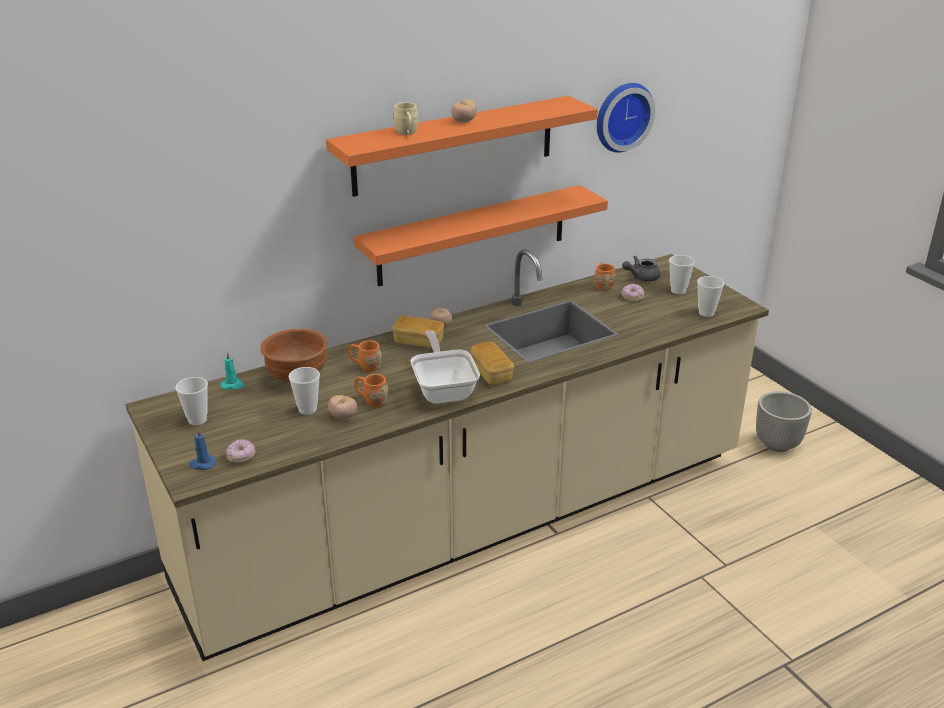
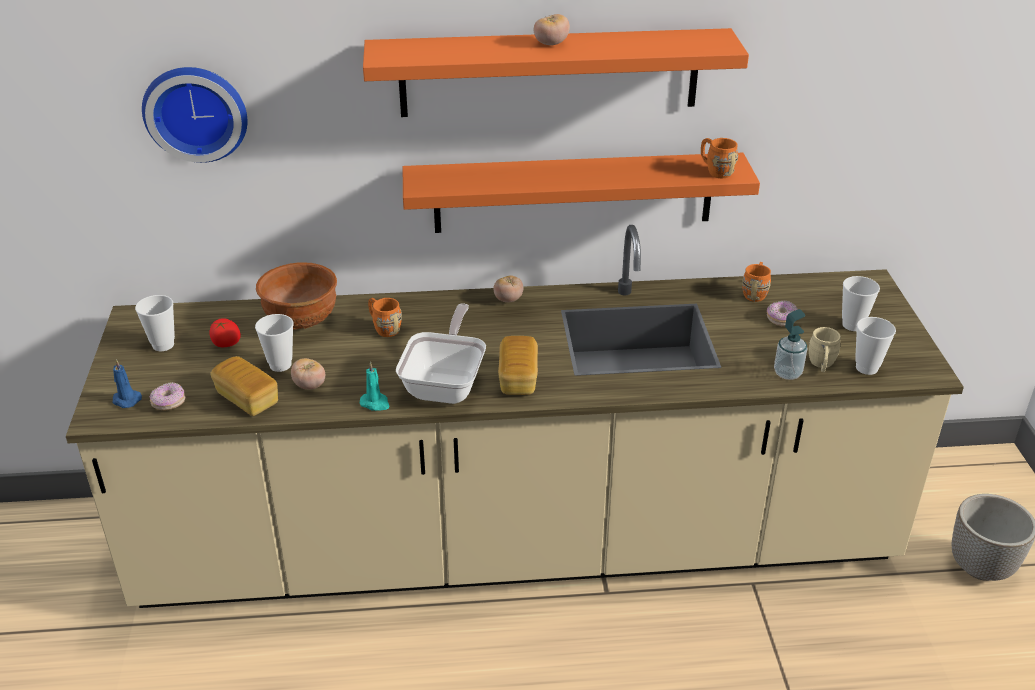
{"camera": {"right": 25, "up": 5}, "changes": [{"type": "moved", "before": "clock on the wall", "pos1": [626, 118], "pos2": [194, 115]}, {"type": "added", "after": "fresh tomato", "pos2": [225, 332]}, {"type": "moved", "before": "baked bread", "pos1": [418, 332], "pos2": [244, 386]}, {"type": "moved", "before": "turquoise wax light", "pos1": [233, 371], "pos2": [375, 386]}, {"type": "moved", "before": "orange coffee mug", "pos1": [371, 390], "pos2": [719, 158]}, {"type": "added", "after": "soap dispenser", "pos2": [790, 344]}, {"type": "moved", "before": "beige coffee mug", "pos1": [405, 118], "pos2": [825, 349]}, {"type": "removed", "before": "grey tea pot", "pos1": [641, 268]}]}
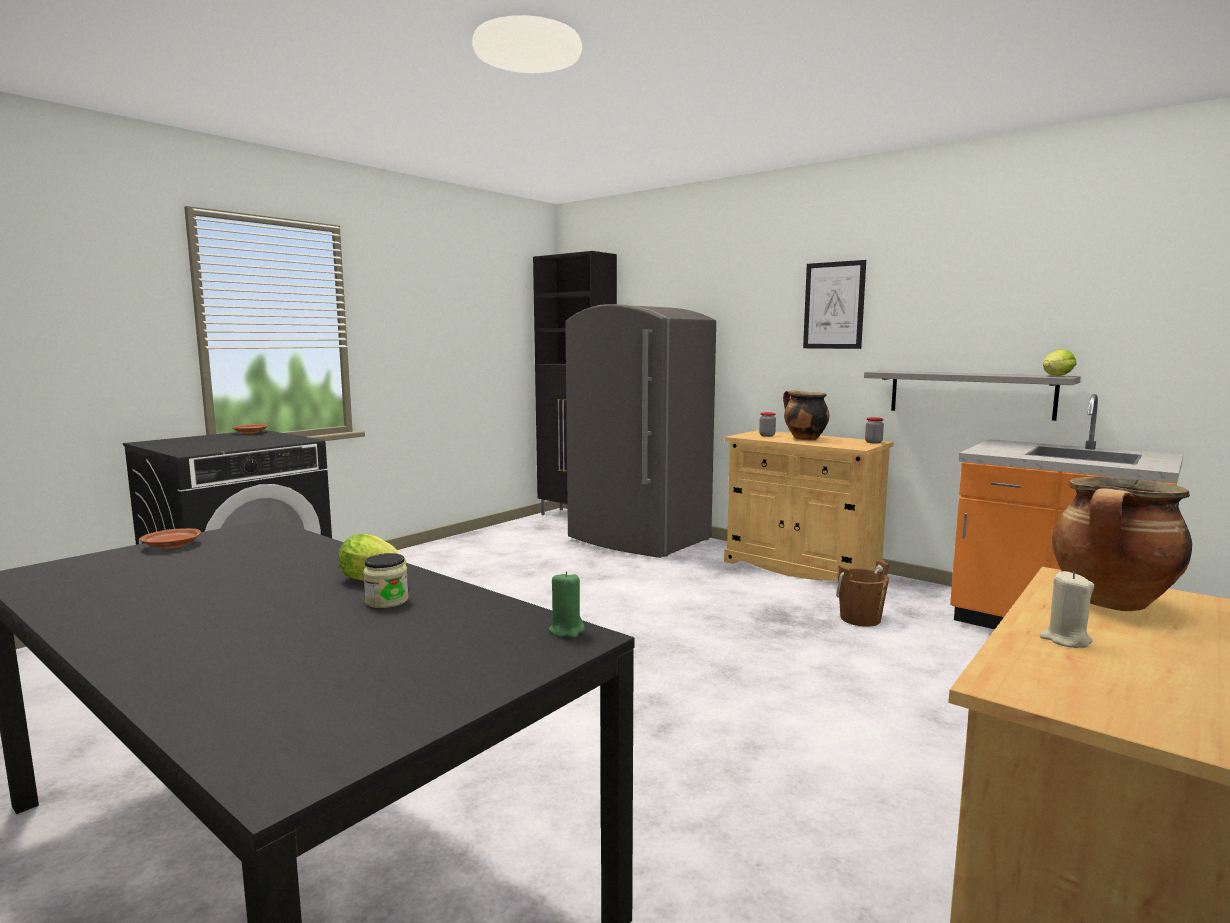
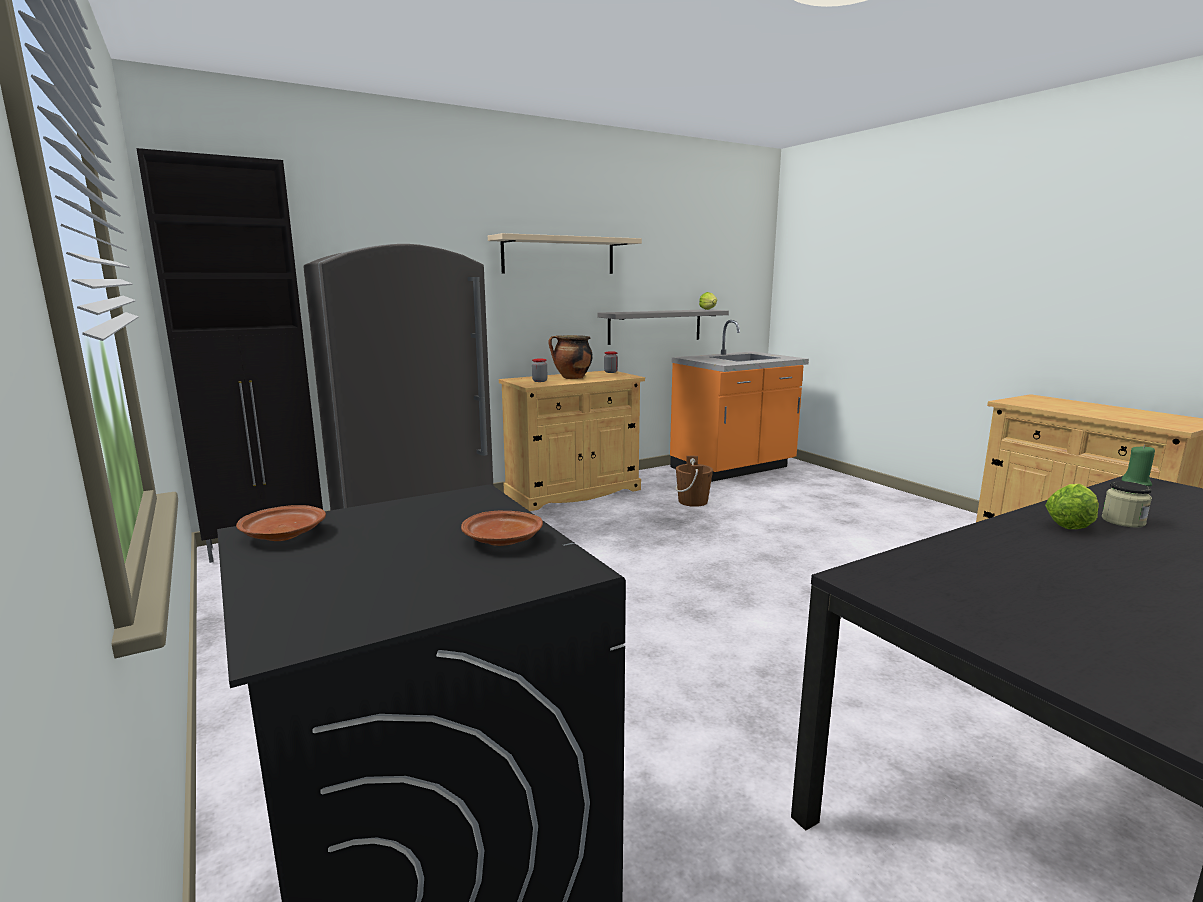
{"camera": {"right": -70, "up": 5}, "changes": [{"type": "moved", "before": "brownish dinner plate", "pos1": [170, 538], "pos2": [502, 528]}, {"type": "replaced", "before": "picture", "after": "beige wall shelf", "pos1": [834, 304], "pos2": [565, 253]}, {"type": "removed", "before": "beige wax light", "pos1": [1067, 609]}, {"type": "removed", "before": "saucepot", "pos1": [1122, 544]}]}
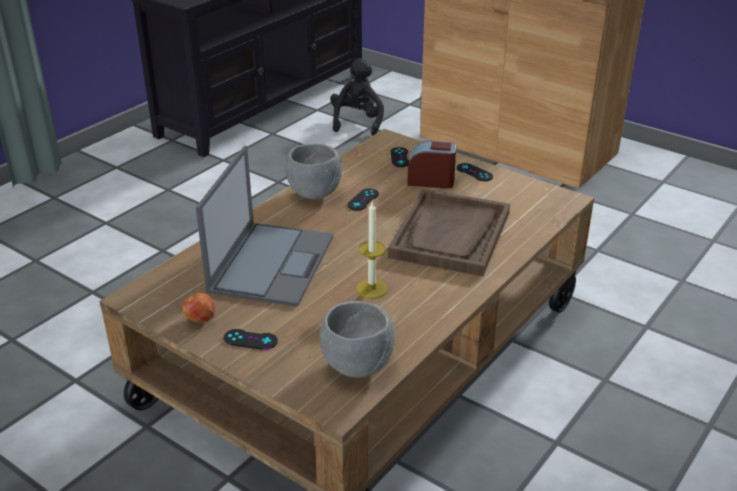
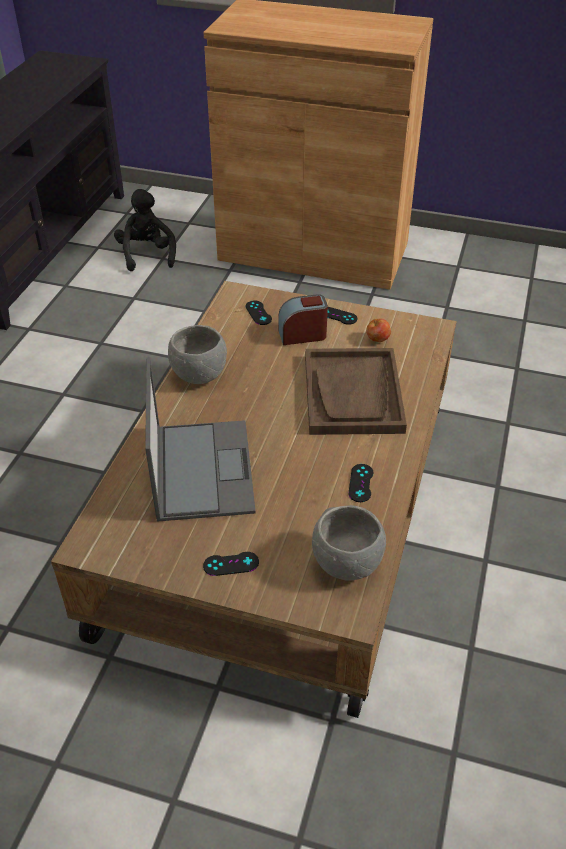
{"camera": {"right": -20, "up": 10}, "changes": [{"type": "moved", "before": "black gamepad", "pos1": [363, 199], "pos2": [361, 483]}, {"type": "moved", "before": "apple fruit", "pos1": [198, 307], "pos2": [378, 330]}, {"type": "removed", "before": "wax light", "pos1": [372, 250]}]}
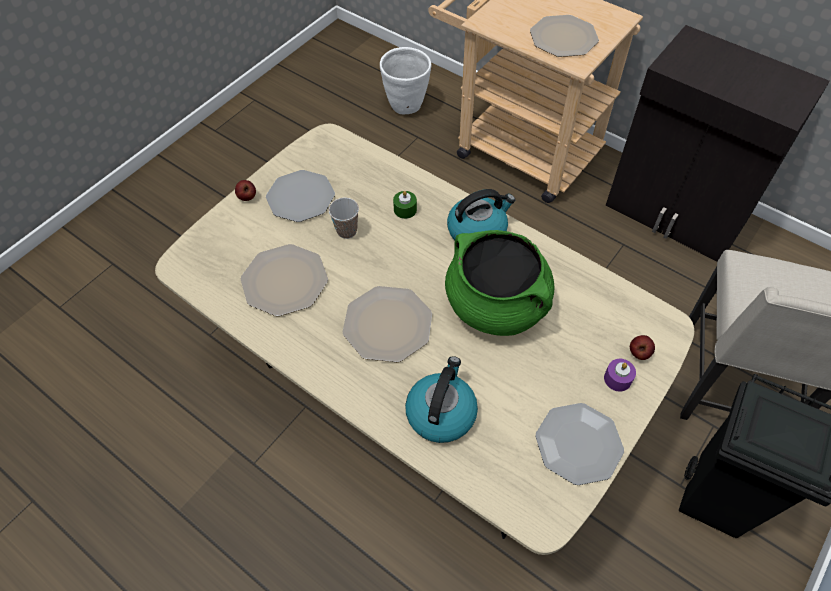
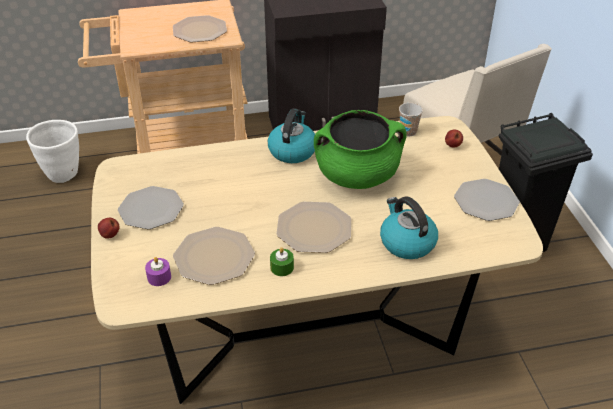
{"camera": {"right": -50, "up": -15}, "changes": [{"type": "moved", "before": "purplish wax light", "pos1": [620, 375], "pos2": [158, 271]}, {"type": "moved", "before": "green-coloured wax light", "pos1": [405, 205], "pos2": [282, 261]}, {"type": "moved", "before": "drinking cup", "pos1": [344, 218], "pos2": [411, 119]}]}
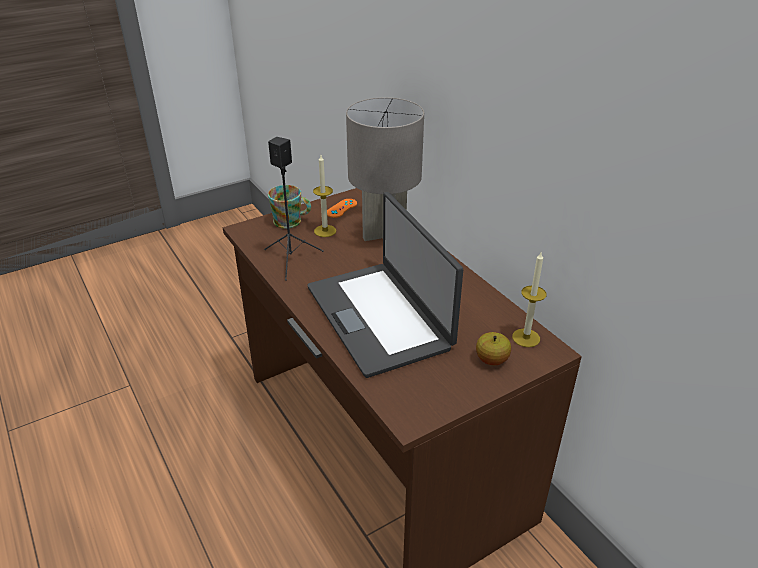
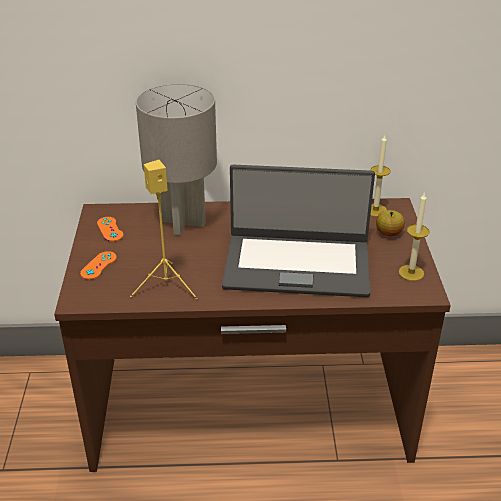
{"camera": {"right": -60, "up": 0}, "changes": [{"type": "replaced", "before": "coffee mug", "after": "orange gamepad", "pos1": [289, 207], "pos2": [98, 265]}, {"type": "recoloured", "before": "black speaker", "after": "yellow-coloured speaker", "pos1": [294, 209], "pos2": [164, 230]}, {"type": "moved", "before": "wax light", "pos1": [324, 196], "pos2": [414, 236]}]}
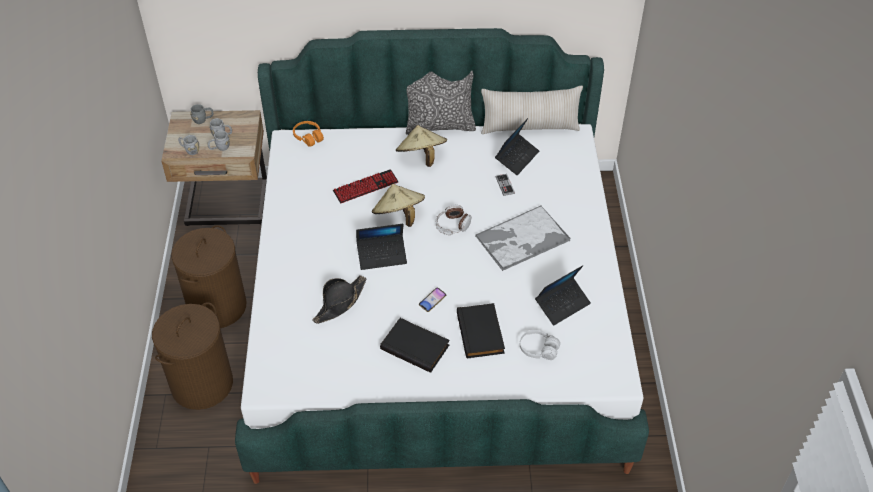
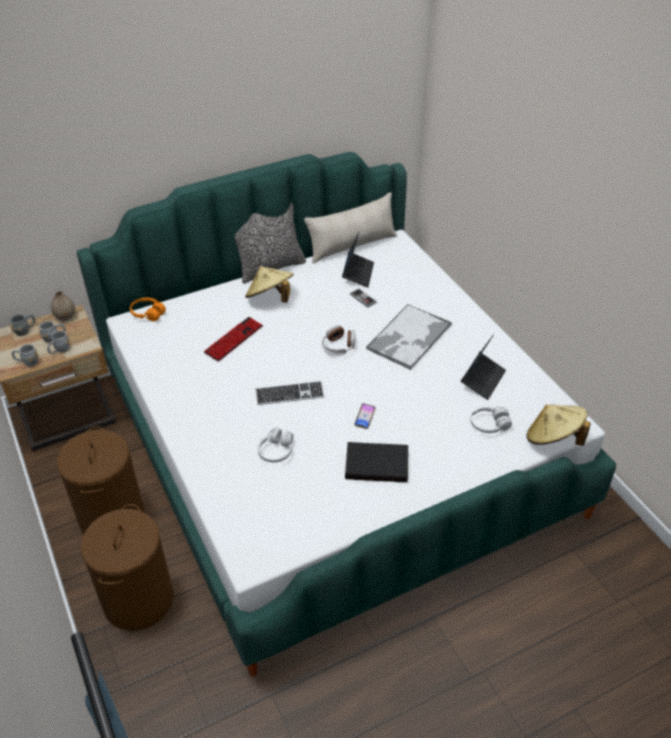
{"camera": {"right": -25, "up": -5}, "changes": [{"type": "added", "after": "flower vase", "pos2": [63, 306]}, {"type": "replaced", "before": "portable computer", "after": "computer keyboard", "pos1": [381, 247], "pos2": [290, 393]}, {"type": "replaced", "before": "black hat", "after": "whitish headset", "pos1": [339, 299], "pos2": [275, 445]}, {"type": "moved", "before": "beige hat", "pos1": [398, 205], "pos2": [559, 425]}, {"type": "removed", "before": "black volume", "pos1": [481, 331]}]}
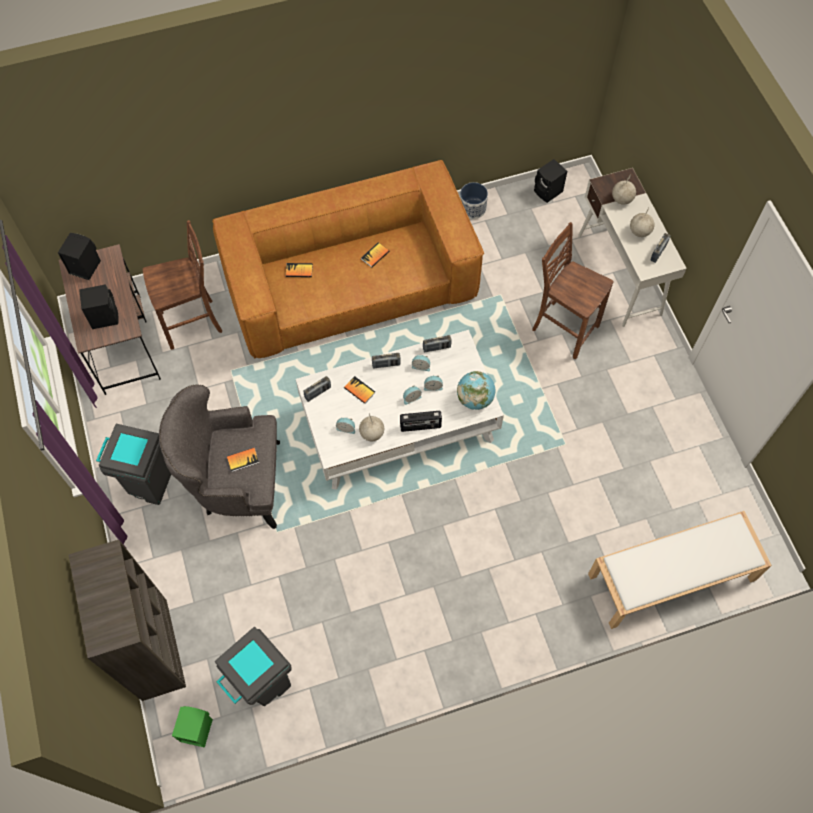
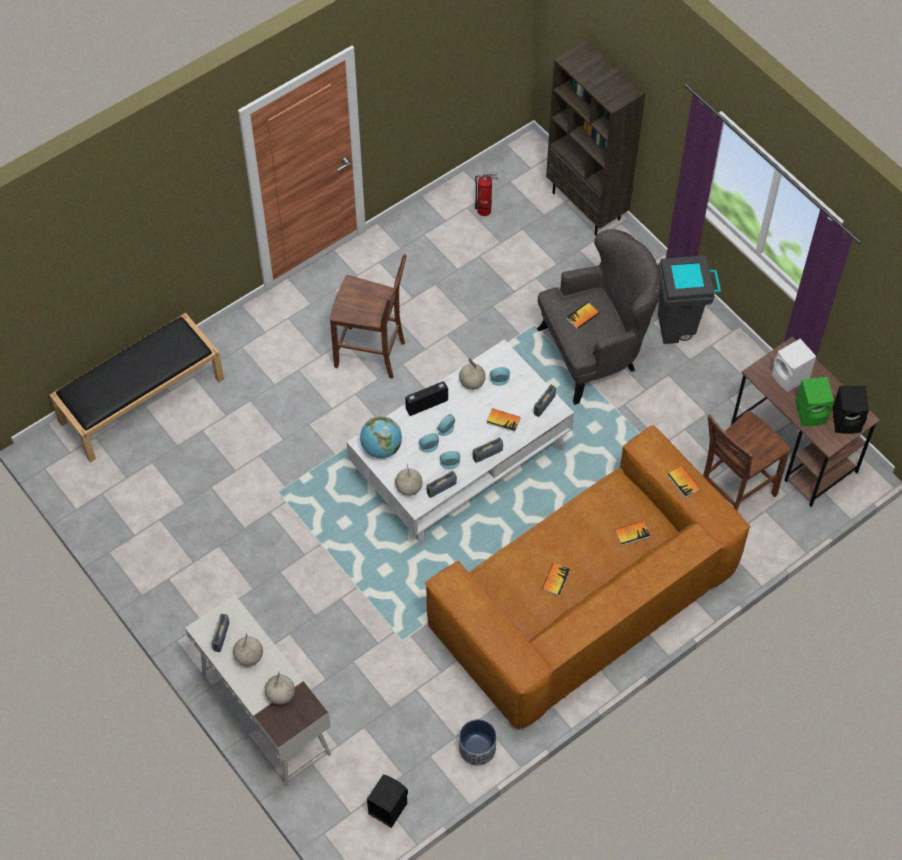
{"camera": {"right": 160, "up": -5}, "changes": [{"type": "recoloured", "before": "whitish indoor bench", "after": "black indoor bench", "pos1": [680, 570], "pos2": [137, 388]}, {"type": "moved", "before": "brownish chair", "pos1": [573, 290], "pos2": [368, 316]}, {"type": "added", "after": "world globe", "pos2": [408, 480]}, {"type": "replaced", "before": "grey trash can", "after": "fire-fighting cylinder", "pos1": [253, 666], "pos2": [487, 194]}, {"type": "added", "after": "volume", "pos2": [683, 482]}, {"type": "recoloured", "before": "black speaker", "after": "whitish speaker", "pos1": [99, 306], "pos2": [794, 365]}, {"type": "moved", "before": "green-coloured speaker", "pos1": [192, 727], "pos2": [814, 401]}]}
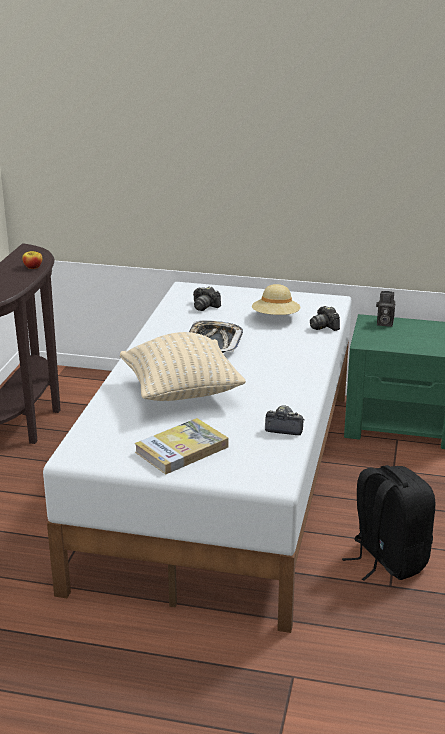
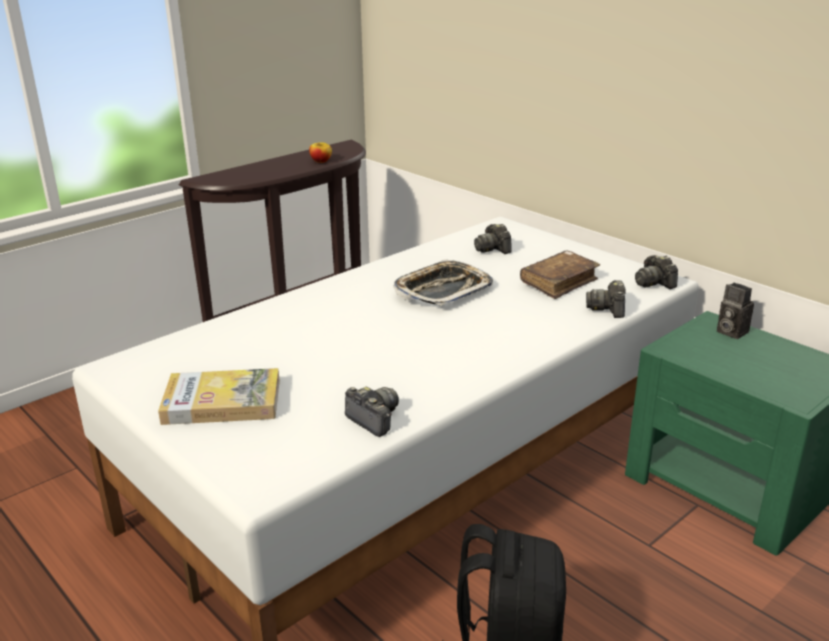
{"camera": {"right": 35, "up": 0}, "changes": [{"type": "replaced", "before": "beige hat", "after": "brownish volume", "pos1": [276, 299], "pos2": [560, 275]}, {"type": "added", "after": "photo camera", "pos2": [656, 272]}, {"type": "removed", "before": "beige pillow", "pos1": [183, 366]}]}
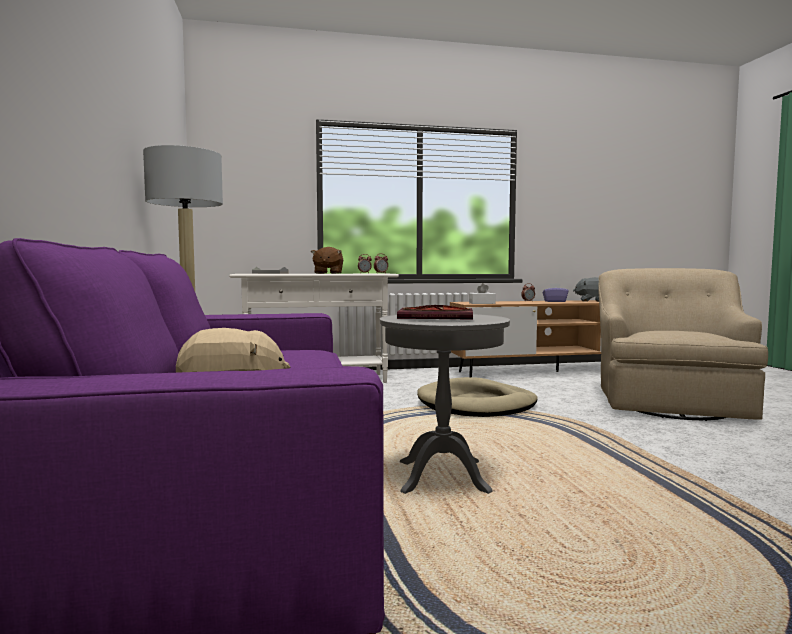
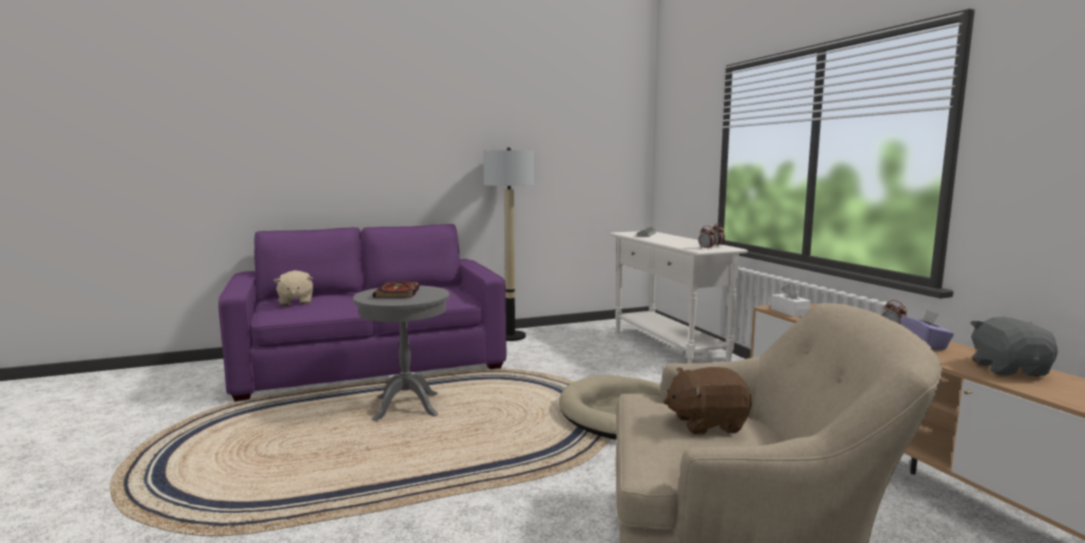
{"camera": {"right": 80, "up": 5}, "changes": [{"type": "moved", "before": "brownish soft toy", "pos1": [327, 260], "pos2": [707, 401]}]}
